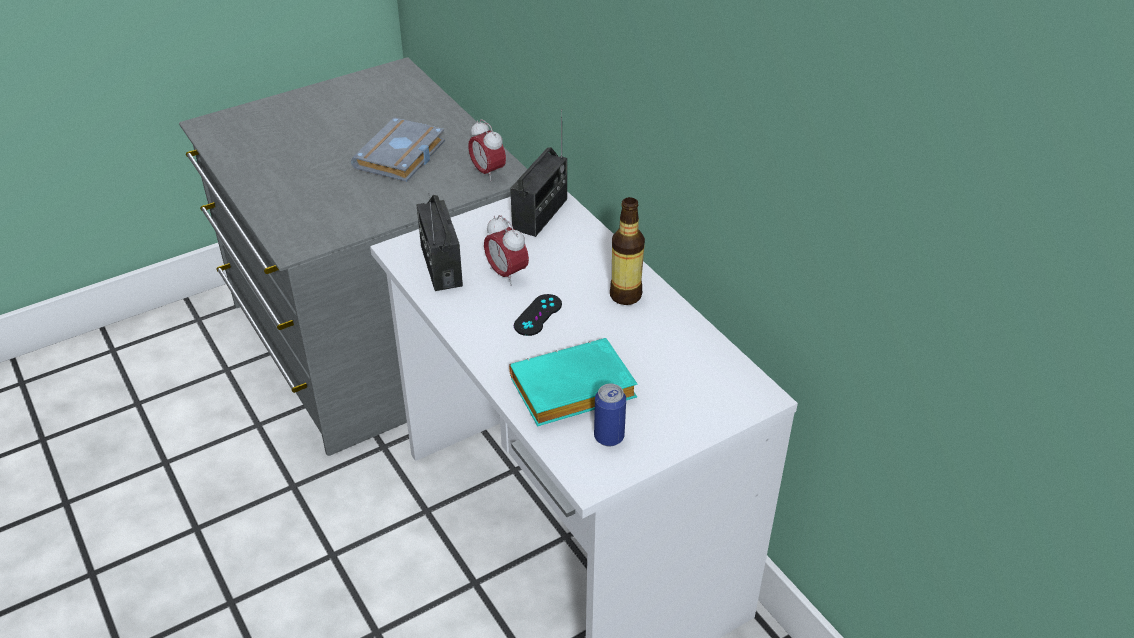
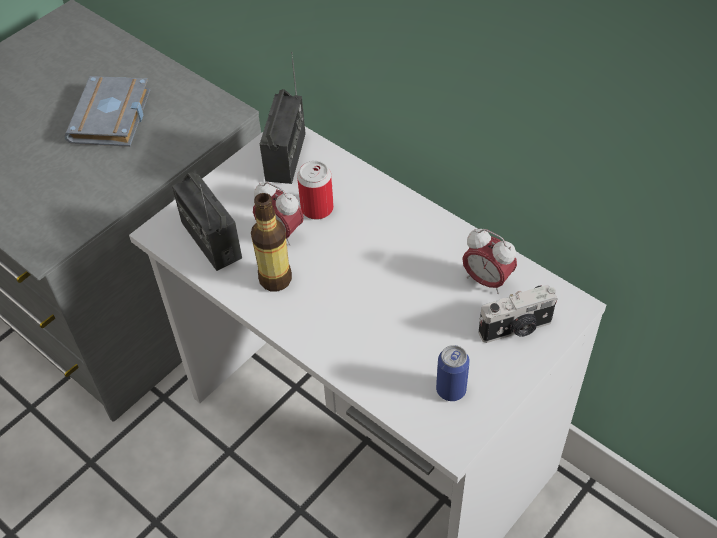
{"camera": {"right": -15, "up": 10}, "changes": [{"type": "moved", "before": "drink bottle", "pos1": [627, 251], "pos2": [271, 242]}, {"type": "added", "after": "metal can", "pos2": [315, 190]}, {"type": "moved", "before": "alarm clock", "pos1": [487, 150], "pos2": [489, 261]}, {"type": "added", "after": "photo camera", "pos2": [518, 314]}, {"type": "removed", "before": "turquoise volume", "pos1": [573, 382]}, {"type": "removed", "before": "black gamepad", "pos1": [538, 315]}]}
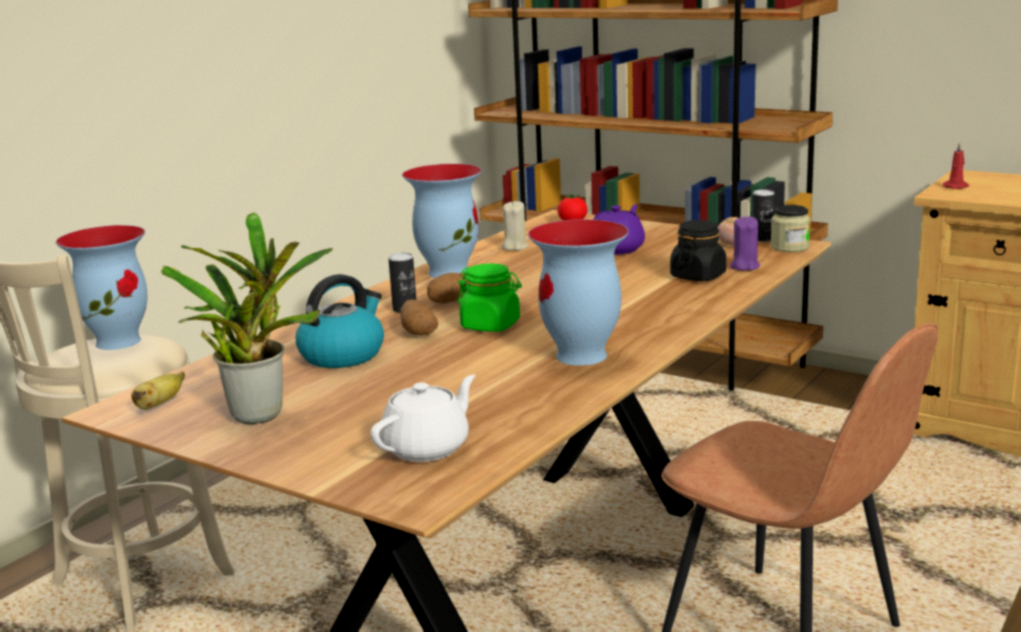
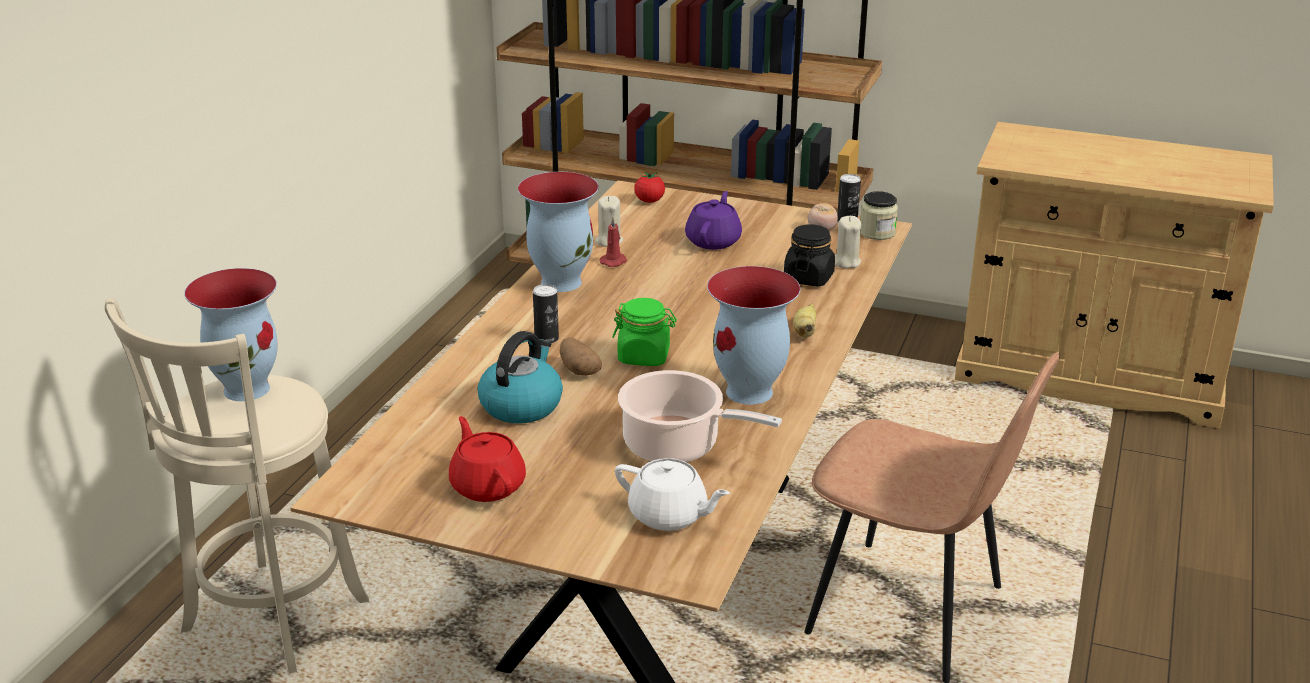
{"camera": {"right": -15, "up": 10}, "changes": [{"type": "replaced", "before": "plant in a pot", "after": "red tea pot", "pos1": [247, 318], "pos2": [487, 459]}, {"type": "moved", "before": "red wax light", "pos1": [956, 165], "pos2": [613, 242]}, {"type": "turned", "before": "whitish tea pot", "pos1": [423, 418], "pos2": [672, 494], "turn": 90}, {"type": "added", "after": "saucepot", "pos2": [700, 416]}, {"type": "moved", "before": "banana fruit", "pos1": [158, 391], "pos2": [804, 320]}, {"type": "recoloured", "before": "purplish wax light", "after": "beige wax light", "pos1": [745, 243], "pos2": [848, 242]}, {"type": "removed", "before": "potato", "pos1": [447, 288]}]}
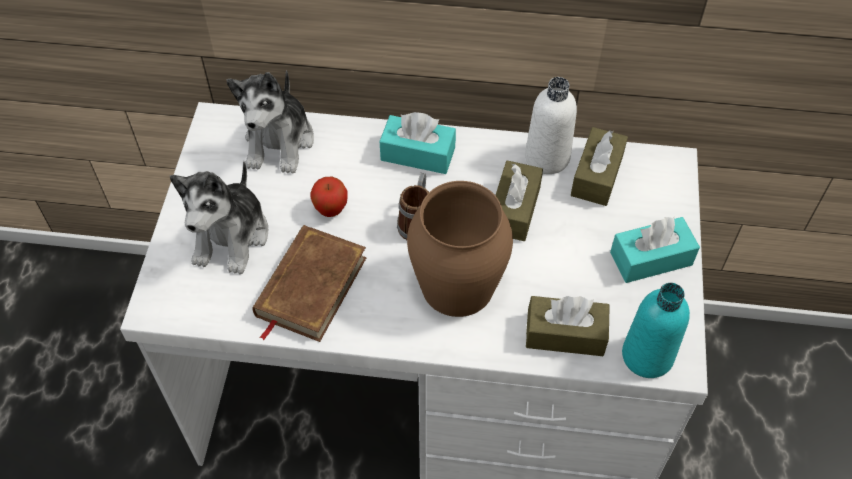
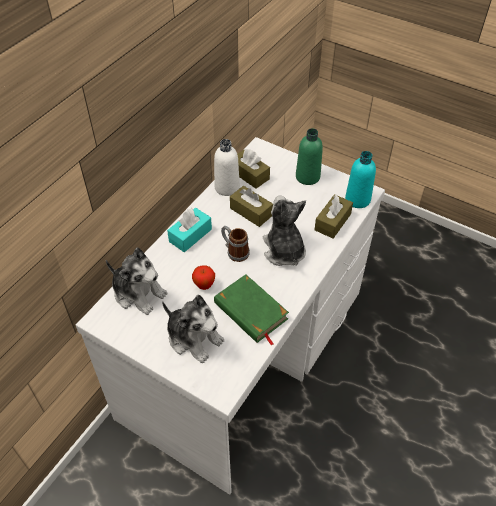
{"camera": {"right": -65, "up": -5}, "changes": [{"type": "recoloured", "before": "brownish volume", "after": "green-coloured volume", "pos1": [309, 283], "pos2": [251, 310]}, {"type": "replaced", "before": "brownish flower vase", "after": "soft toy", "pos1": [460, 249], "pos2": [284, 230]}, {"type": "replaced", "before": "turquoise tissue holder", "after": "green-coloured drink bottle", "pos1": [655, 249], "pos2": [309, 156]}]}
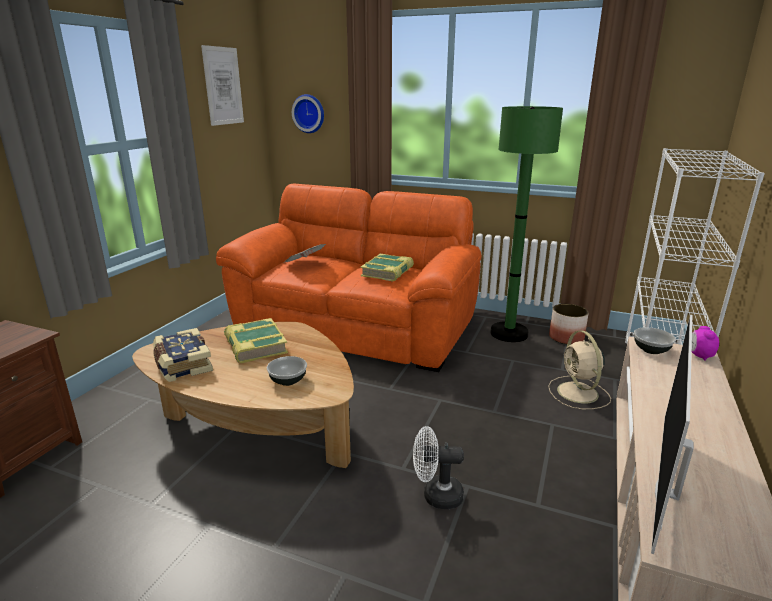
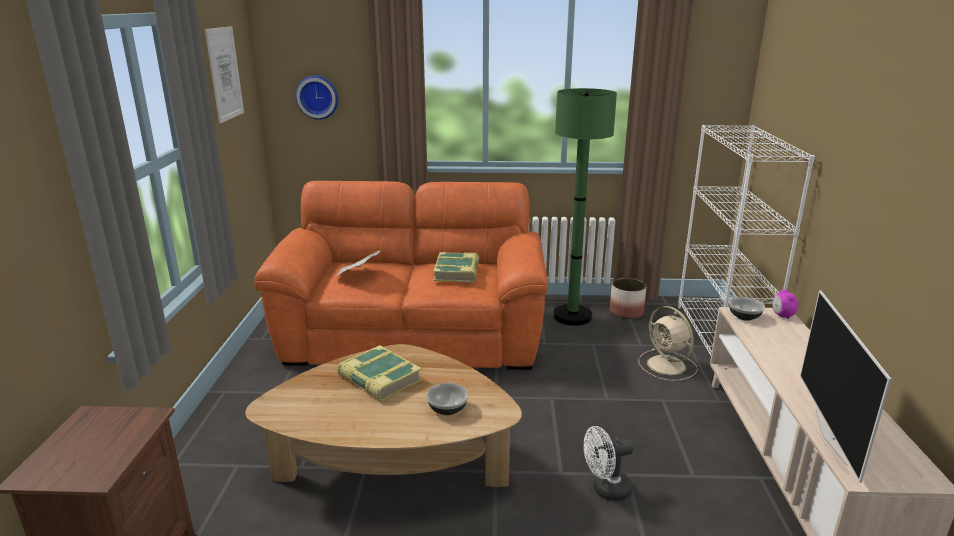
{"camera": {"right": -20, "up": 0}, "changes": [{"type": "removed", "before": "volume", "pos1": [183, 355]}]}
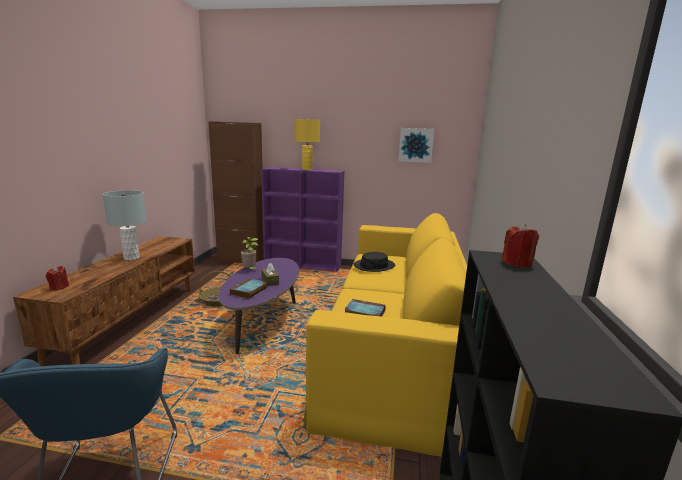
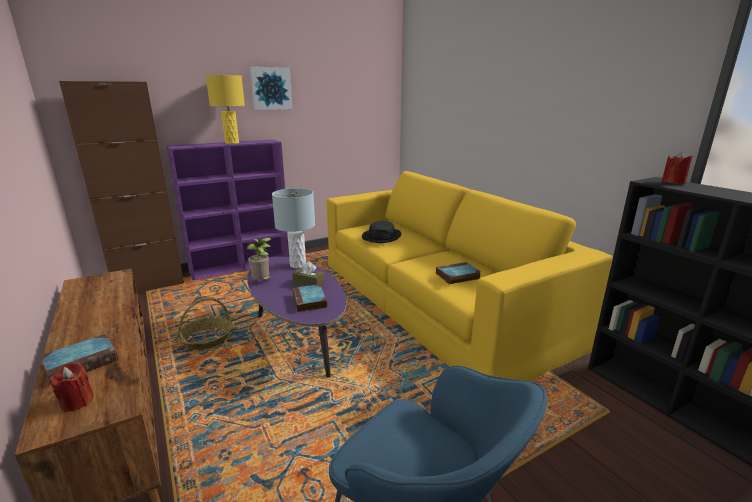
{"camera": {"right": -40, "up": 5}, "changes": [{"type": "added", "after": "volume", "pos2": [79, 359]}, {"type": "moved", "before": "picture", "pos1": [416, 145], "pos2": [271, 88]}, {"type": "moved", "before": "grey tabletop lamp", "pos1": [124, 225], "pos2": [293, 228]}]}
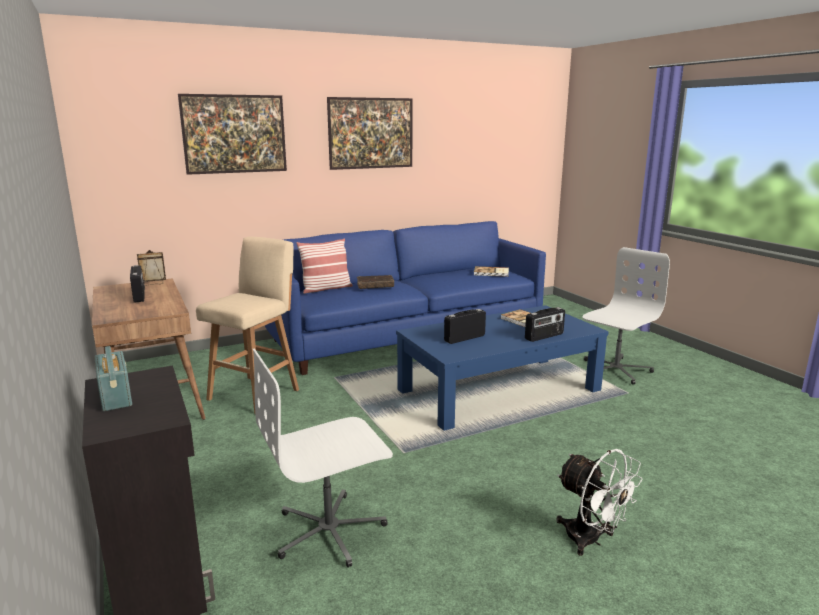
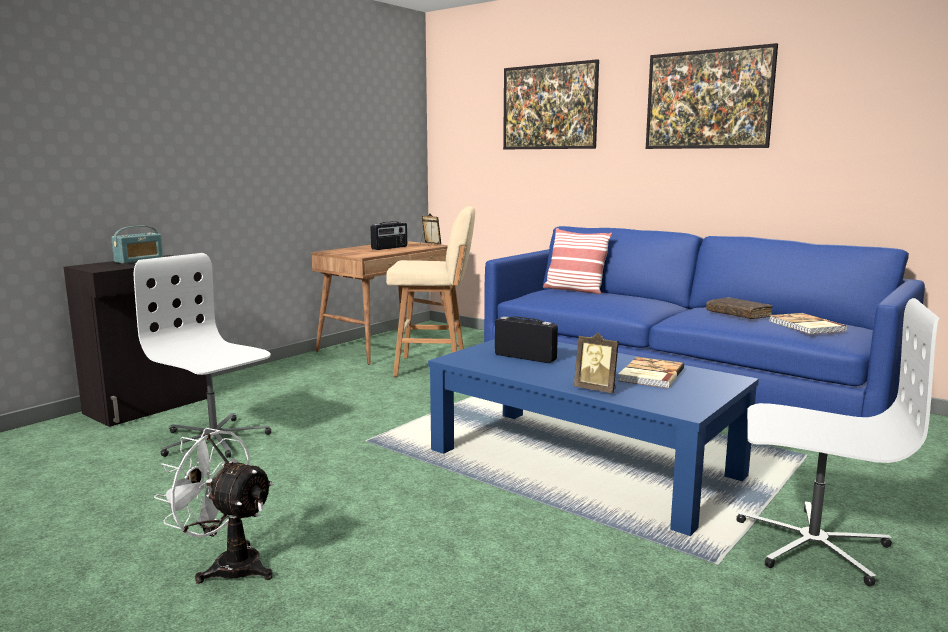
{"camera": {"right": 65, "up": -5}, "changes": [{"type": "turned", "before": "whitish cooling fan", "pos1": [599, 502], "pos2": [214, 506], "turn": 90}, {"type": "replaced", "before": "radio receiver", "after": "picture frame", "pos1": [545, 324], "pos2": [596, 363]}, {"type": "moved", "before": "brownish volume", "pos1": [375, 282], "pos2": [739, 308]}]}
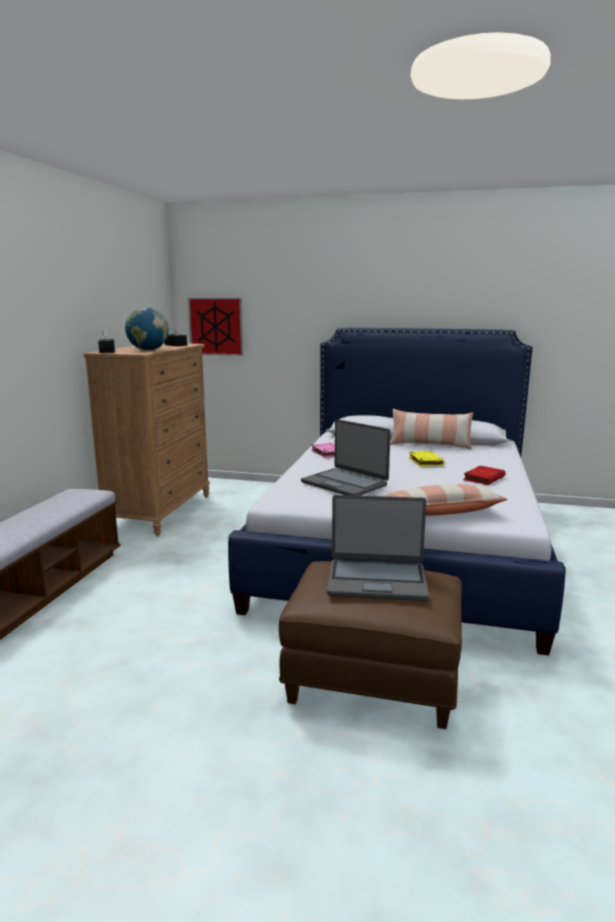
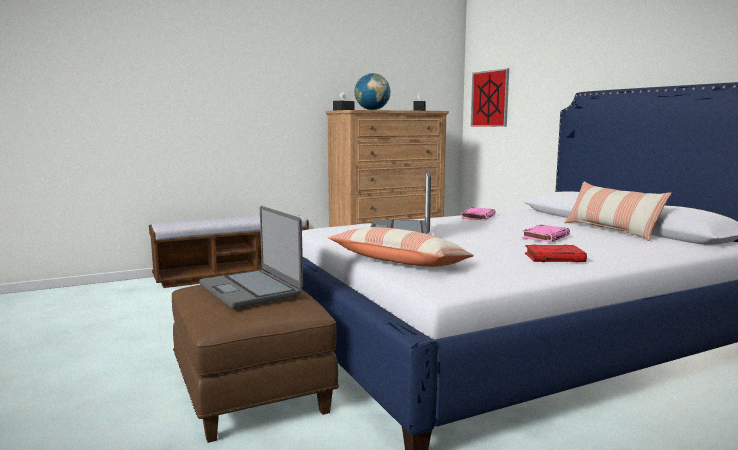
{"camera": {"right": 50, "up": -5}, "changes": [{"type": "recoloured", "before": "yellow-coloured volume", "after": "pinkish volume", "pos1": [427, 459], "pos2": [546, 233]}]}
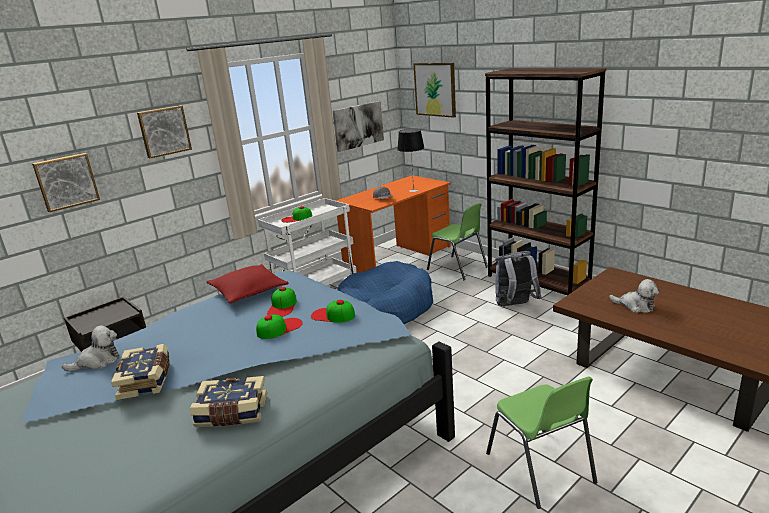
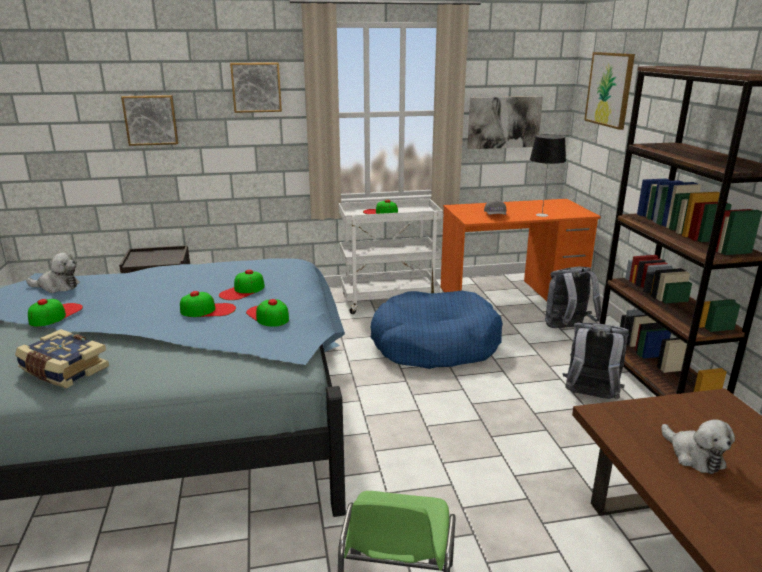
{"camera": {"right": 30, "up": 0}, "changes": [{"type": "replaced", "before": "volume", "after": "cap", "pos1": [140, 372], "pos2": [55, 313]}, {"type": "replaced", "before": "green-coloured chair", "after": "grey backpack", "pos1": [457, 241], "pos2": [573, 297]}, {"type": "removed", "before": "red pillow", "pos1": [247, 283]}]}
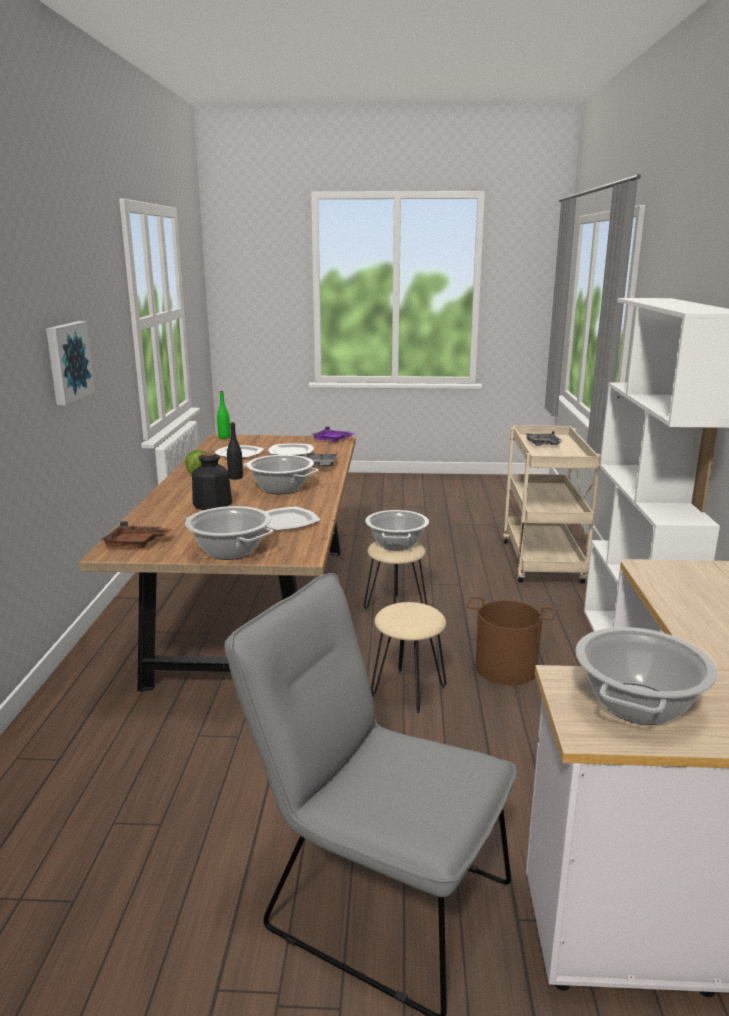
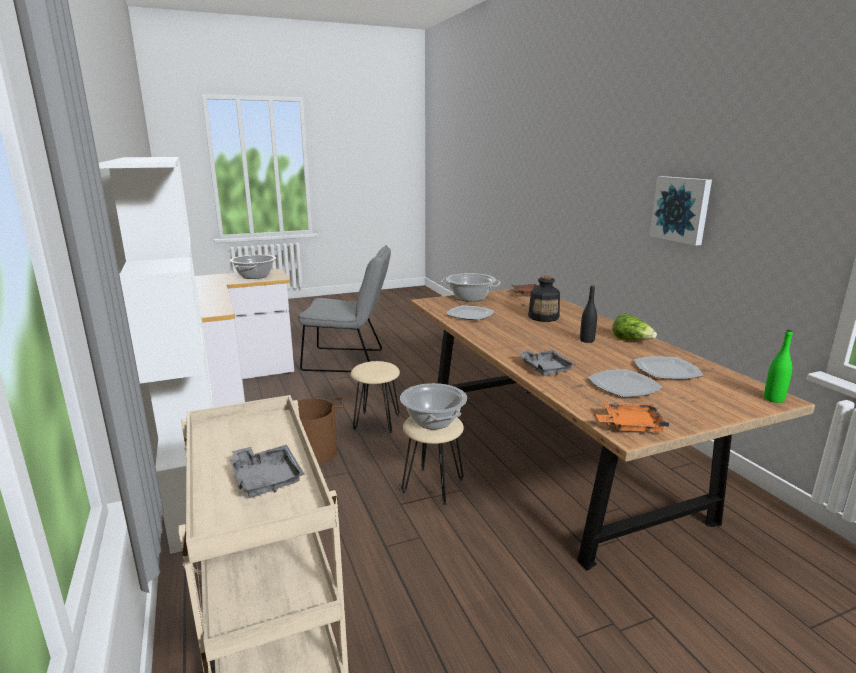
{"camera": {"right": 155, "up": 0}, "changes": [{"type": "recoloured", "before": "purplish carrying tray", "after": "orange carrying tray", "pos1": [333, 434], "pos2": [632, 417]}, {"type": "removed", "before": "saucepot", "pos1": [281, 474]}]}
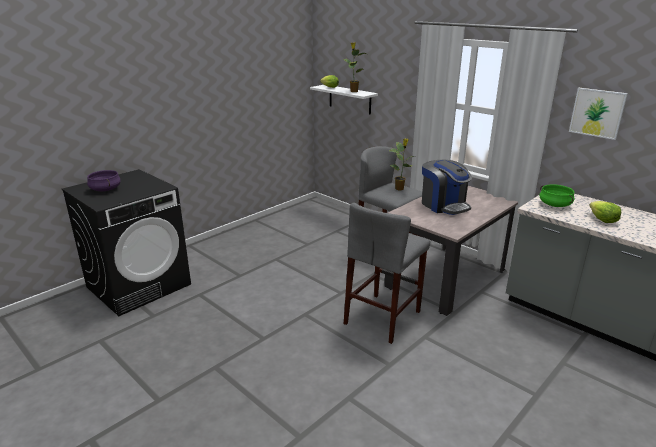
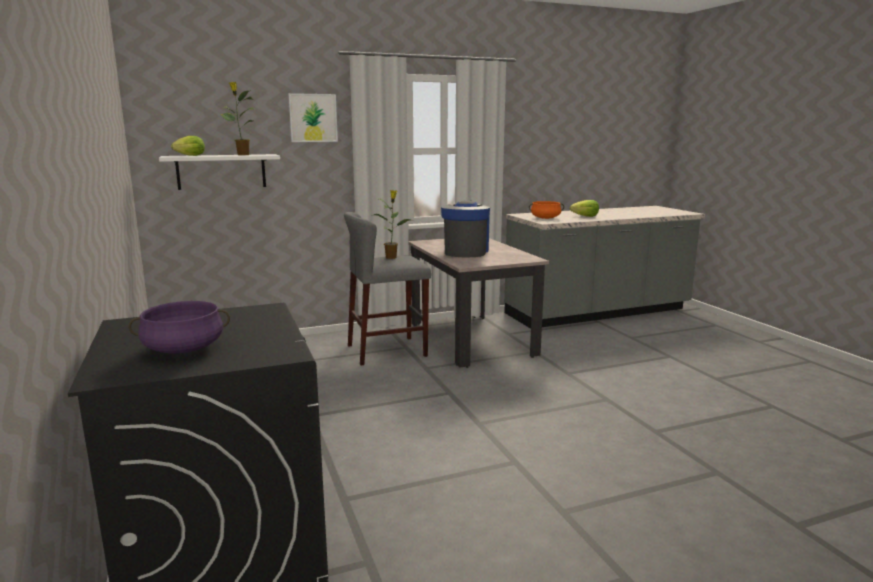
{"camera": {"right": -65, "up": -10}, "changes": [{"type": "moved", "before": "picture", "pos1": [598, 114], "pos2": [313, 117]}, {"type": "turned", "before": "coffee maker", "pos1": [447, 187], "pos2": [465, 228], "turn": -75}, {"type": "recoloured", "before": "green-coloured saucepot", "after": "orange saucepot", "pos1": [557, 195], "pos2": [546, 210]}, {"type": "removed", "before": "grey stool", "pos1": [387, 273]}]}
